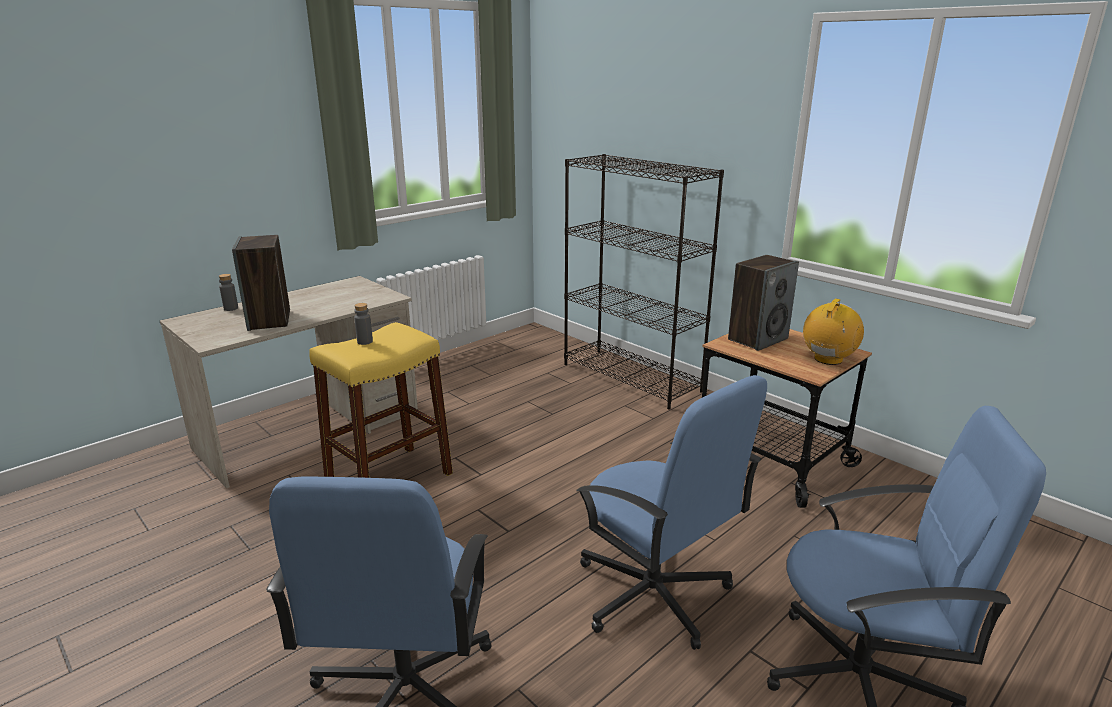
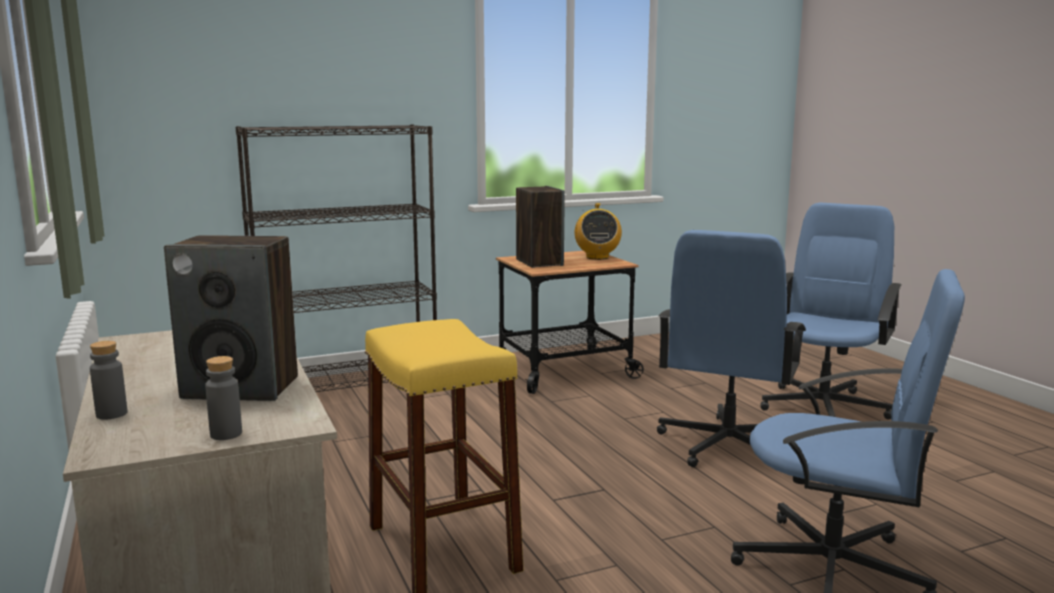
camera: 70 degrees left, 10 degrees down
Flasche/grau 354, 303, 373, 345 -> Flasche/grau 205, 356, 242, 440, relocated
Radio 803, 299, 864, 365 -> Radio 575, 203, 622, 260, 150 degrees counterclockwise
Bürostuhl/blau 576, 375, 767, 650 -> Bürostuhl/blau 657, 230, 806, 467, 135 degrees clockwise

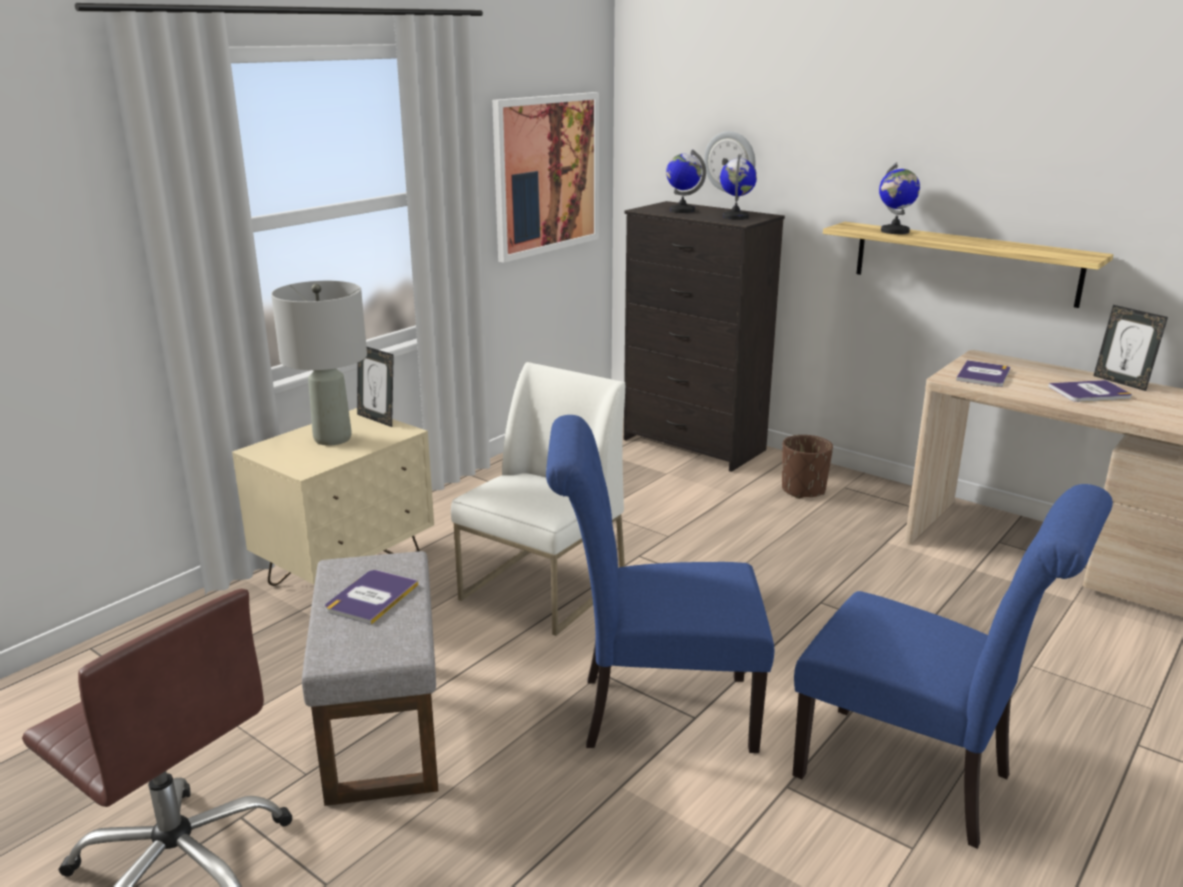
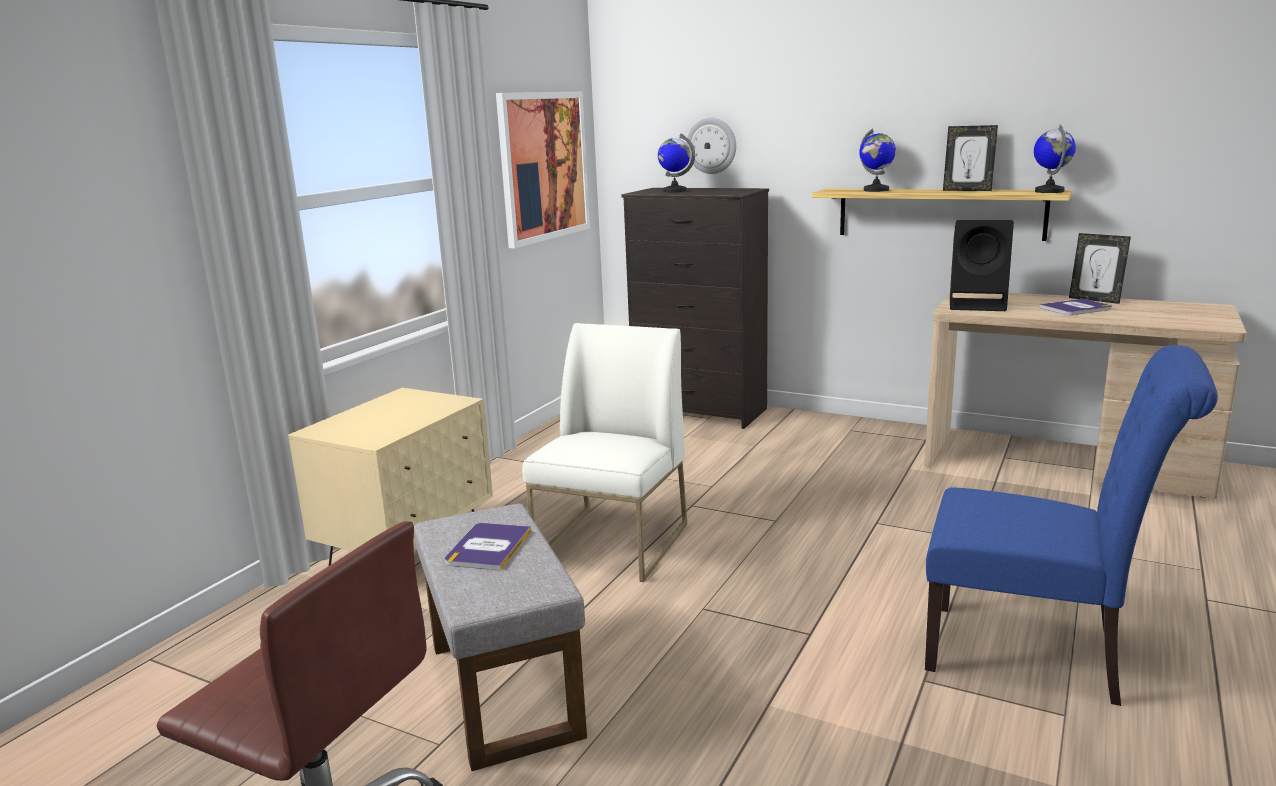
camera: 10 degrees left, 5 degrees down
Bilderrahmen 357, 346, 394, 427 -> Bilderrahmen 943, 125, 998, 191, relocated
Buch 956, 360, 1010, 387 -> Lautsprecher/schwarz 950, 220, 1014, 311
Globus 720, 154, 757, 220 -> Globus 1034, 125, 1076, 193, relocated
Tischlampe/grau 271, 281, 367, 446 -> none
Stuhl/blau 546, 415, 774, 753 -> none
Pflanzkübel/braun 782, 435, 833, 499 -> none

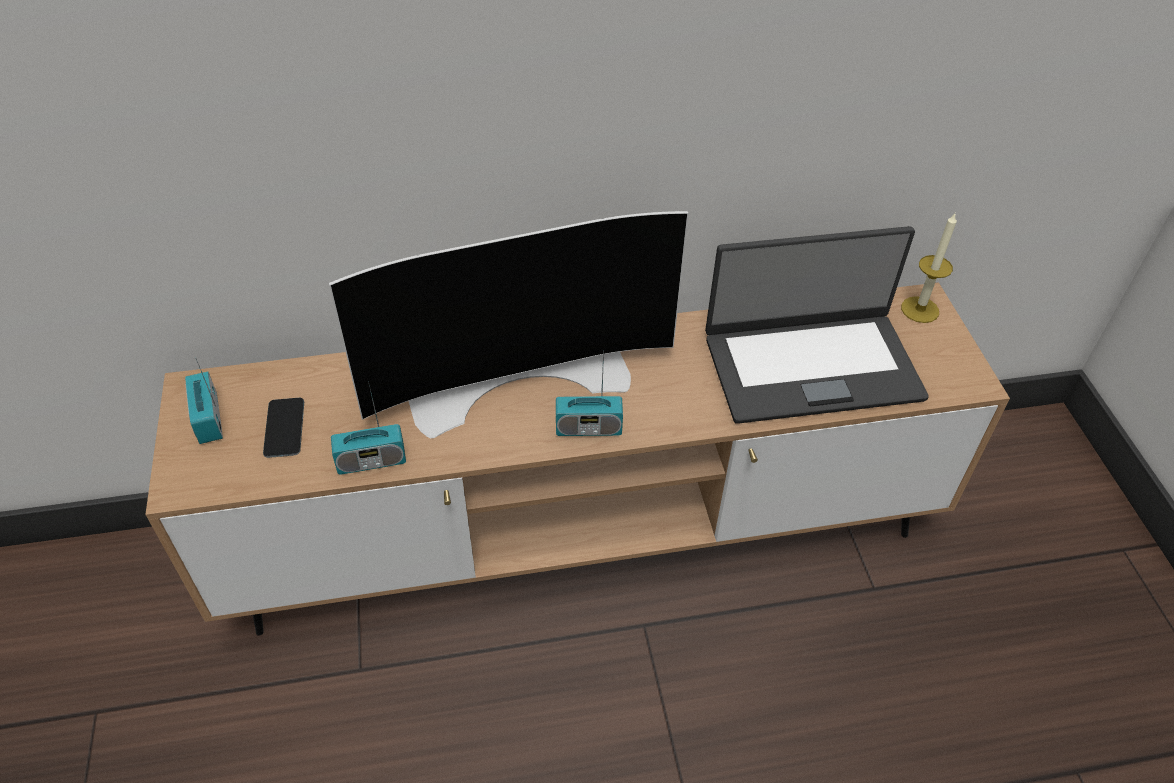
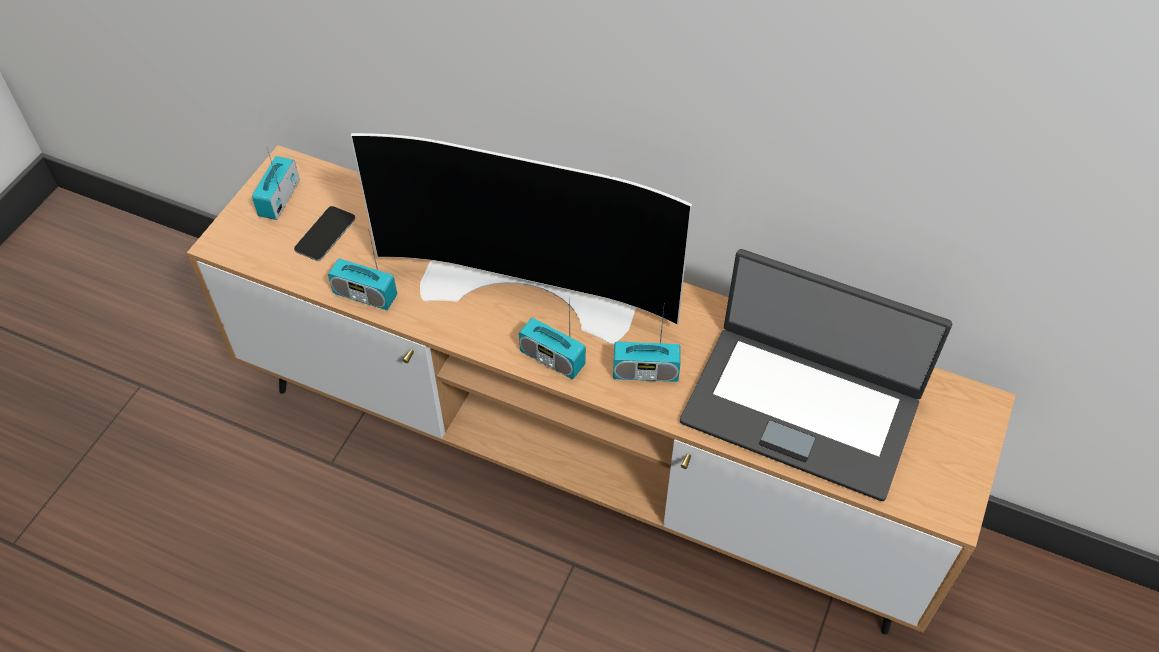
camera: 35 degrees right, 5 degrees up
none -> Radio 613, 308, 680, 382
Kerze 901, 214, 957, 323 -> none

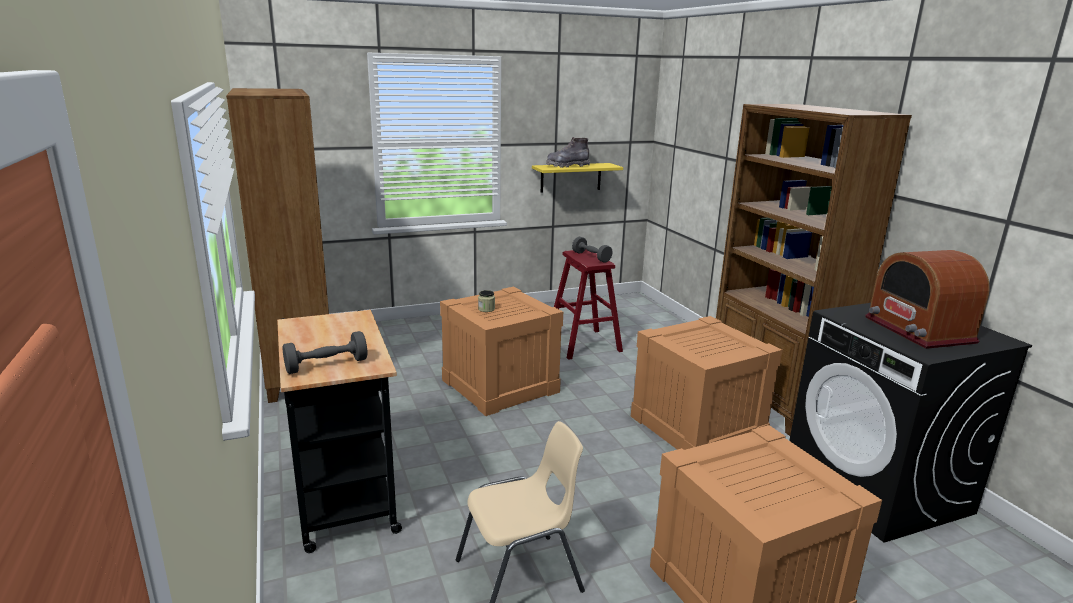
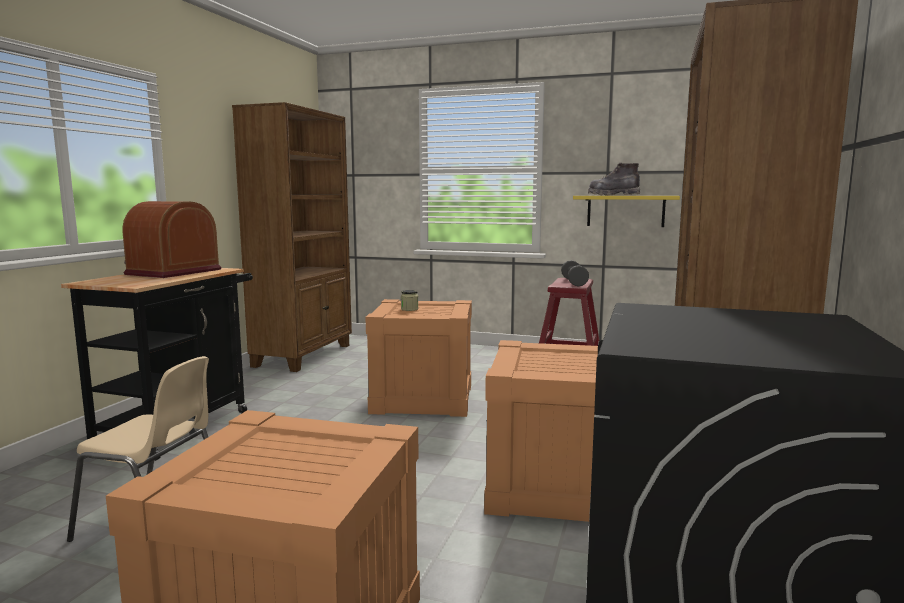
camera: 40 degrees right, 10 degrees down
Radio 865, 250, 990, 349 -> Radio 123, 201, 222, 278, relocated
Hantel/grau 283, 331, 367, 374 -> none

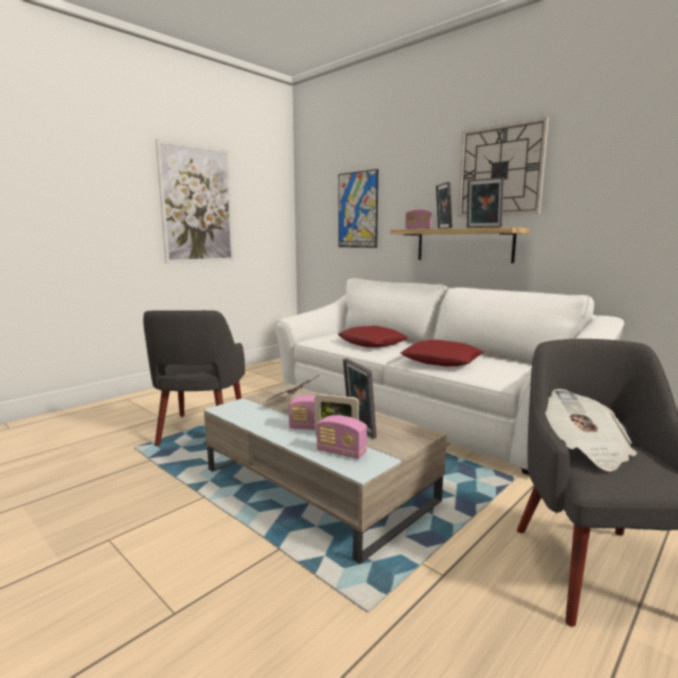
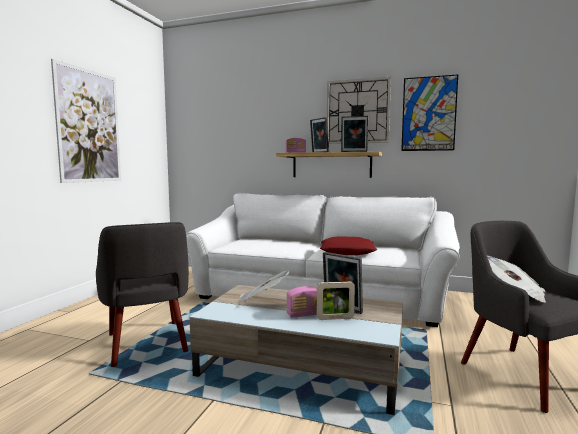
camera: 25 degrees left, 5 degrees down
Bild 338, 169, 378, 248 -> Bild 401, 74, 458, 151, relocated
Radio 317, 415, 367, 459 -> none
Kissen/rot 338, 326, 408, 347 -> none

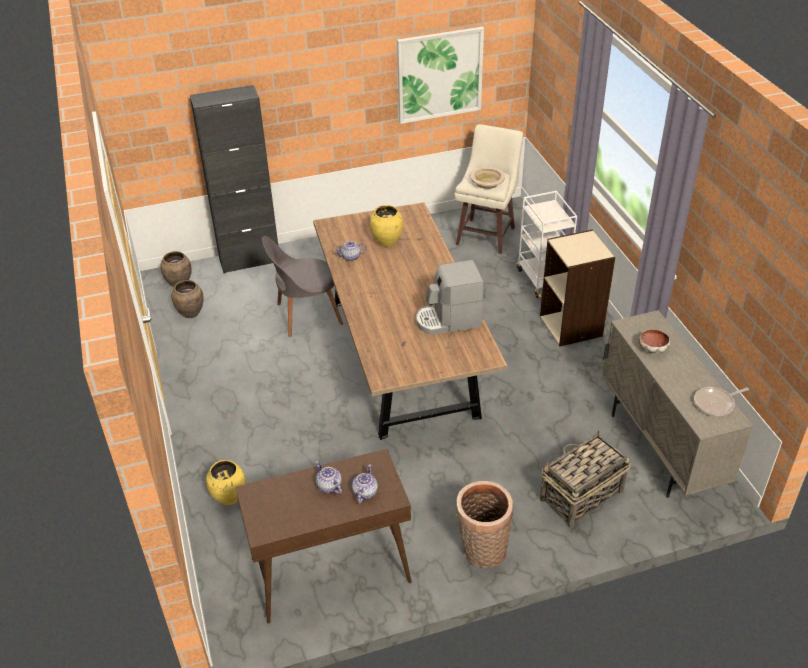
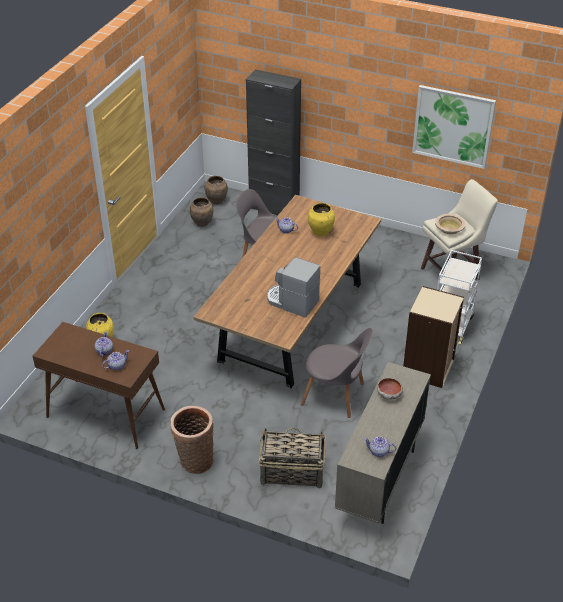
camera: 40 degrees right, 0 degrees up
none -> Stuhl/grau 301, 328, 373, 418
Pfanne 694, 387, 749, 416 -> Teekanne 364, 436, 396, 457

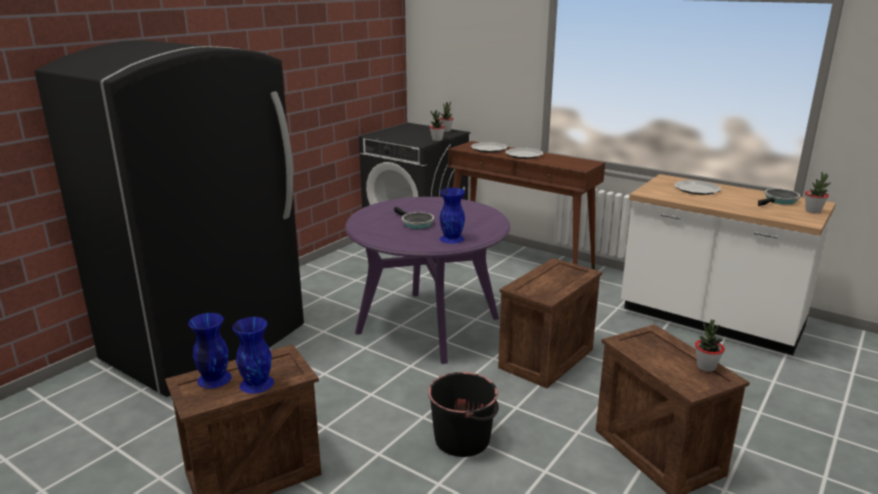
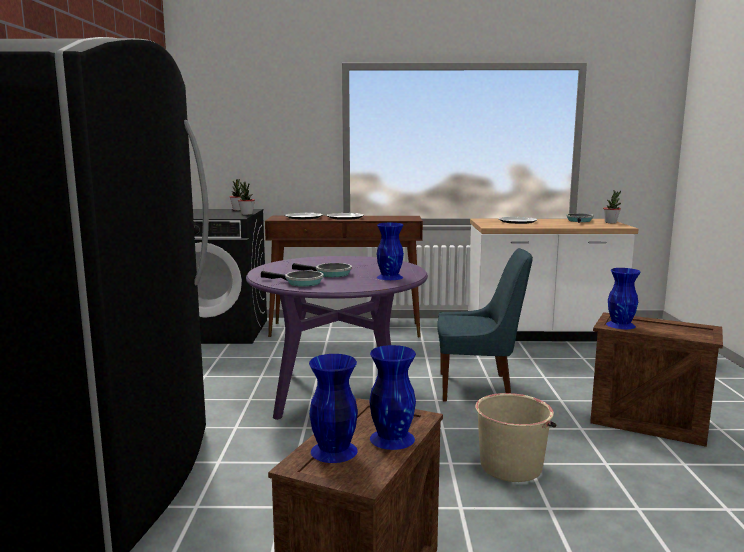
camera: 35 degrees left, 10 degrees down
none -> Pfanne 261, 271, 324, 287
Kiste 498, 258, 602, 388 -> Stuhl/blau 437, 248, 533, 402
Eimer/schwarz 428, 372, 499, 457 -> Eimer/beige 475, 393, 556, 482
none -> Vase/blau 606, 268, 641, 329
Topfpflanze 695, 320, 725, 372 -> none

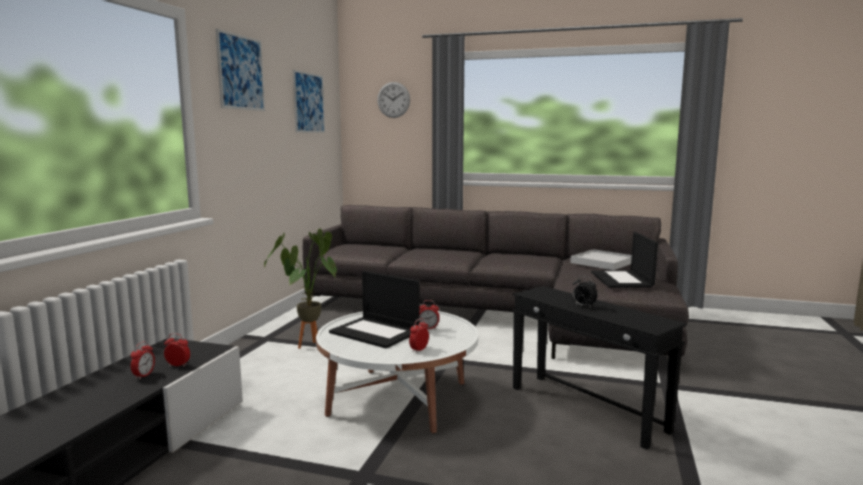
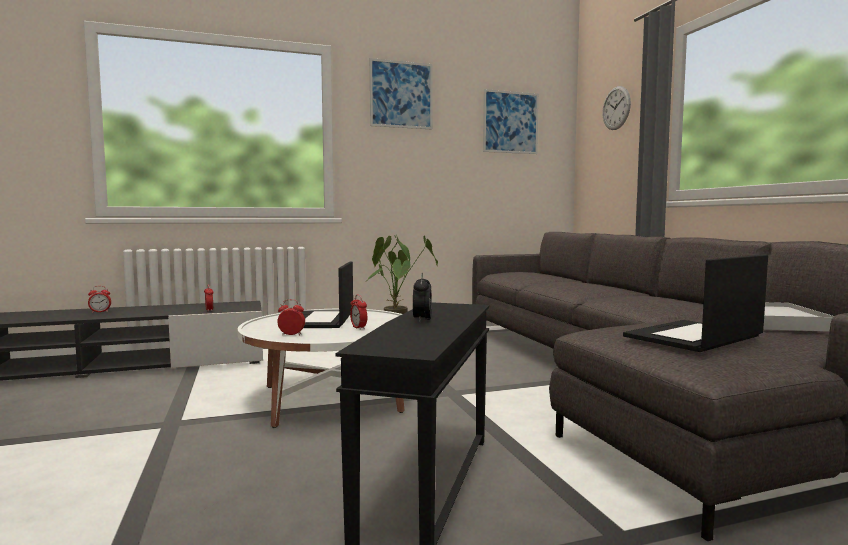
camera: 55 degrees right, 5 degrees down
Wecker 131, 341, 155, 380 -> Wecker 88, 286, 111, 313, relocated

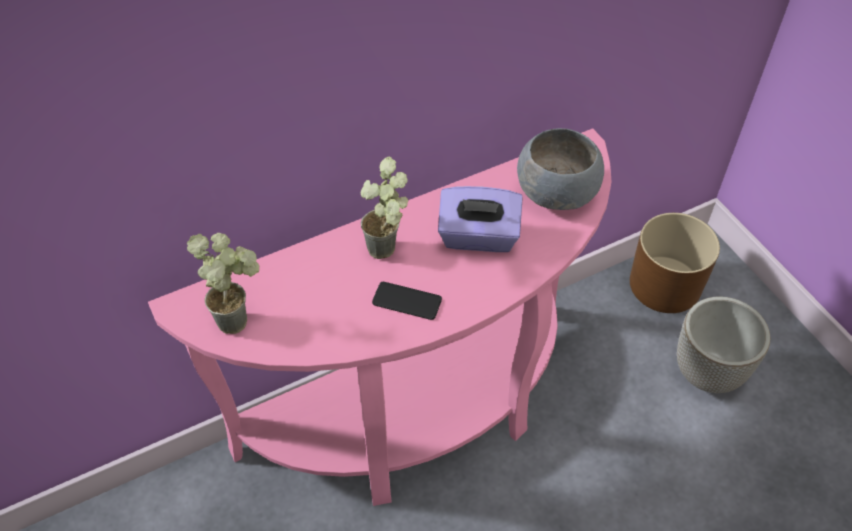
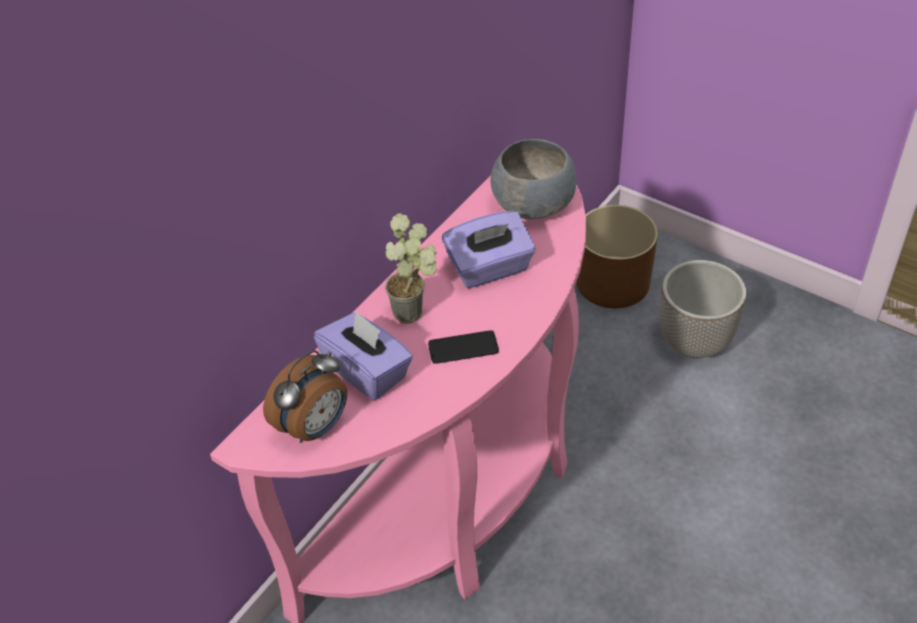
camera: 25 degrees left, 5 degrees down
Topfpflanze 187, 233, 260, 334 -> Wecker 263, 350, 347, 443
none -> Taschentuchbox/lila 314, 311, 413, 400

